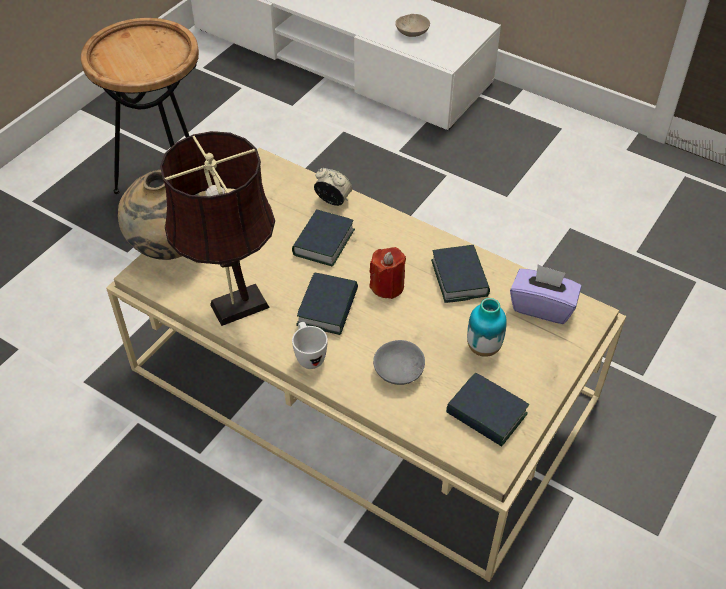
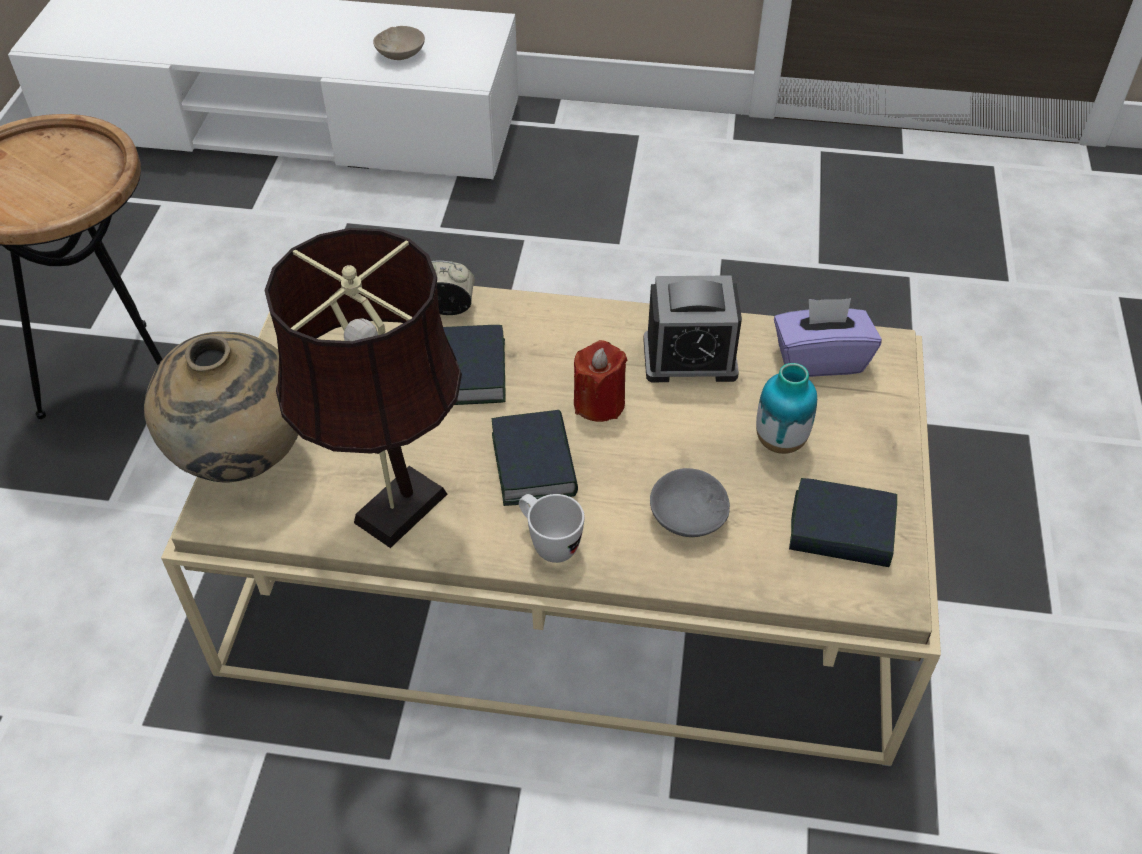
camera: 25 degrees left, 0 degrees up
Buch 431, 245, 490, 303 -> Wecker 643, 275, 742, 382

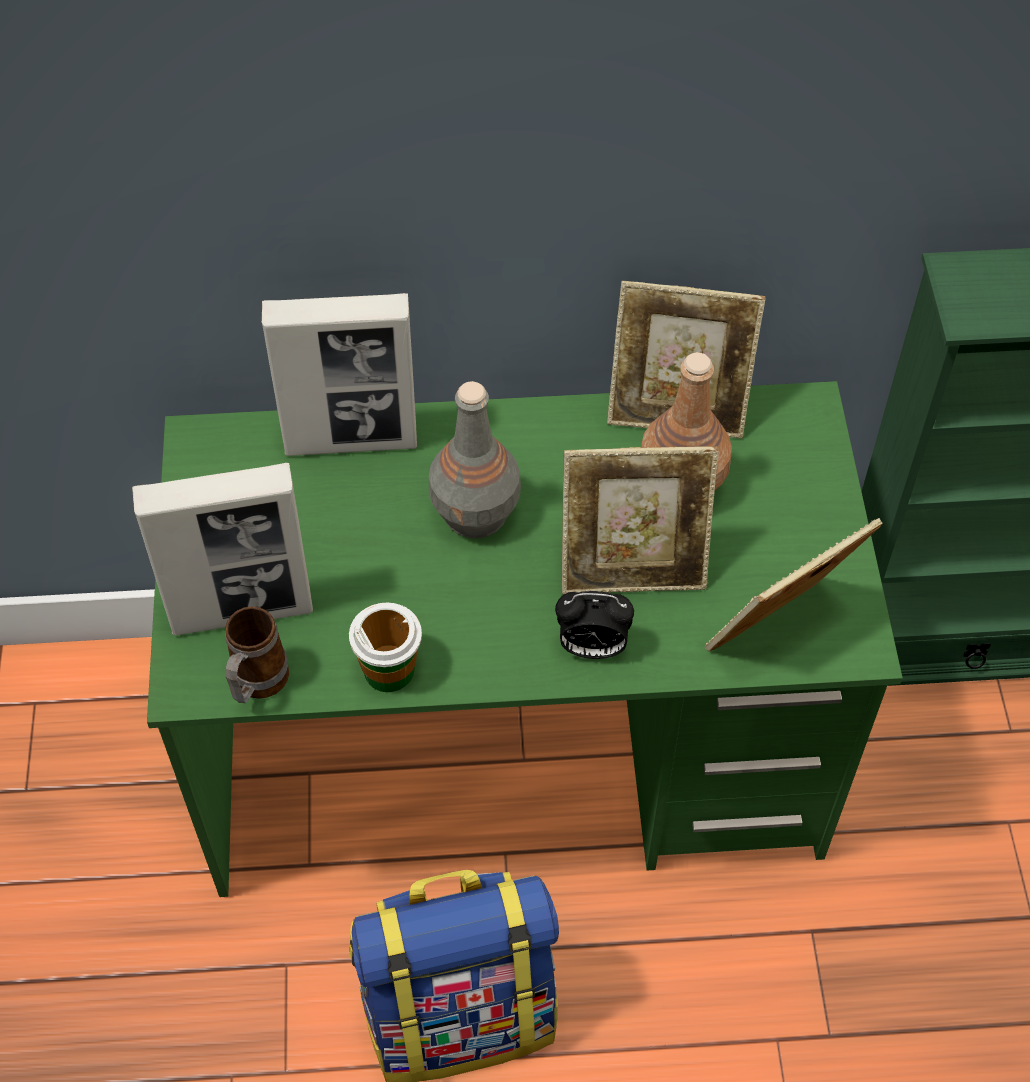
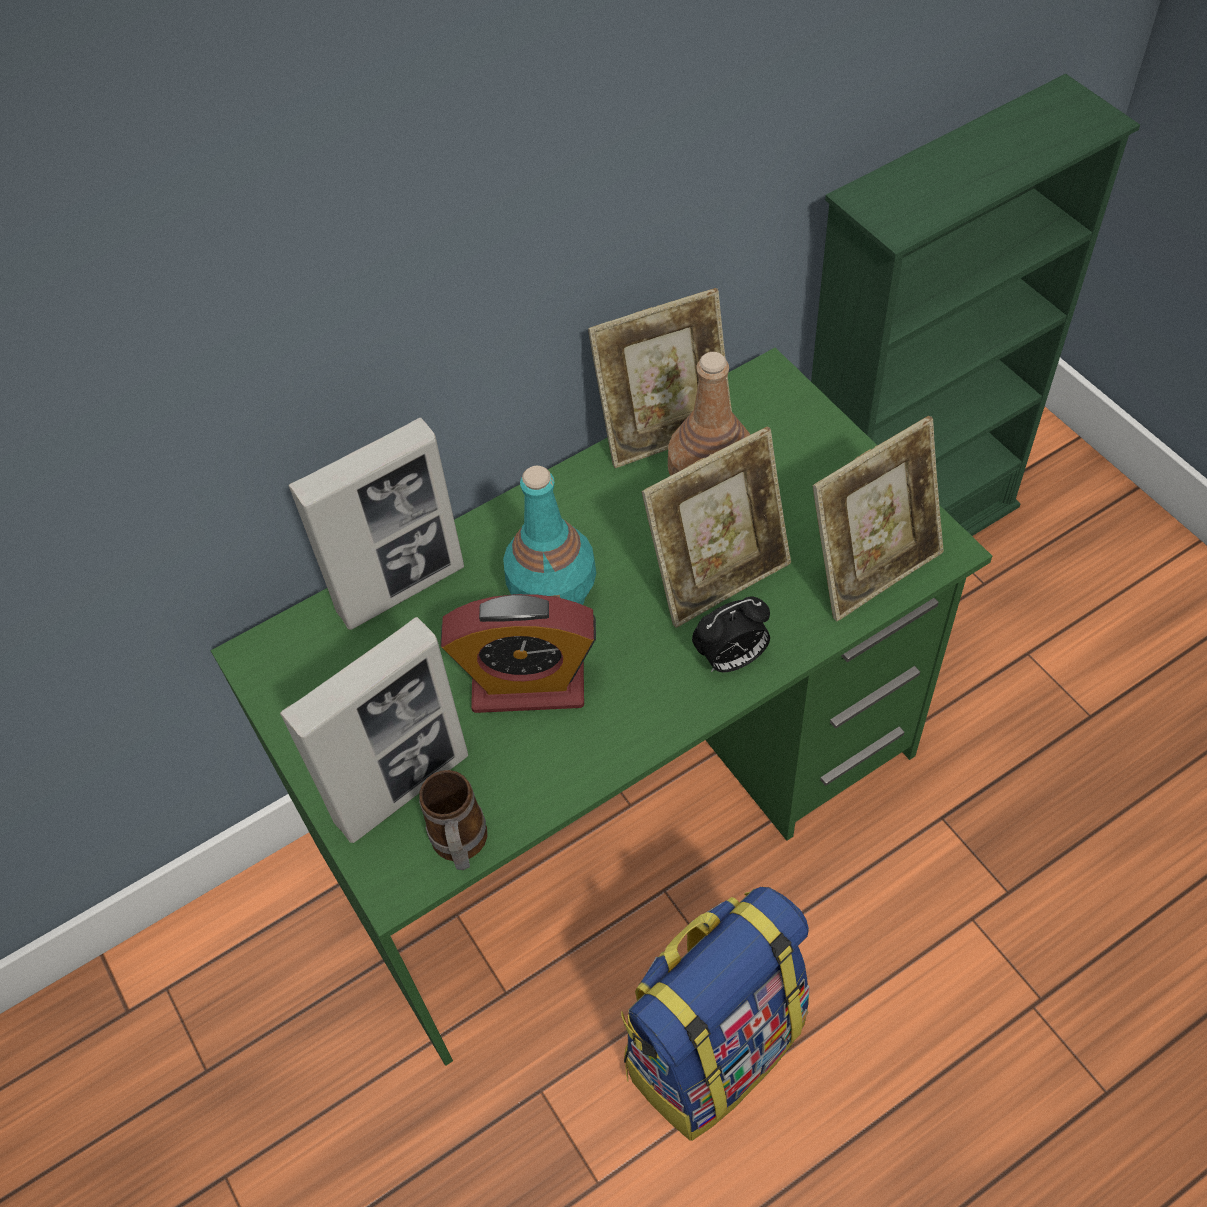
camera: 25 degrees left, 0 degrees up
none -> Wecker 441, 594, 596, 713
Flasche/grau 429, 381, 521, 538 -> Flasche/türkis 503, 466, 596, 605
Bilderrahmen 705, 518, 883, 652 -> Bilderrahmen 812, 416, 944, 621, 150 degrees counterclockwise
Tasse 349, 603, 422, 692 -> none

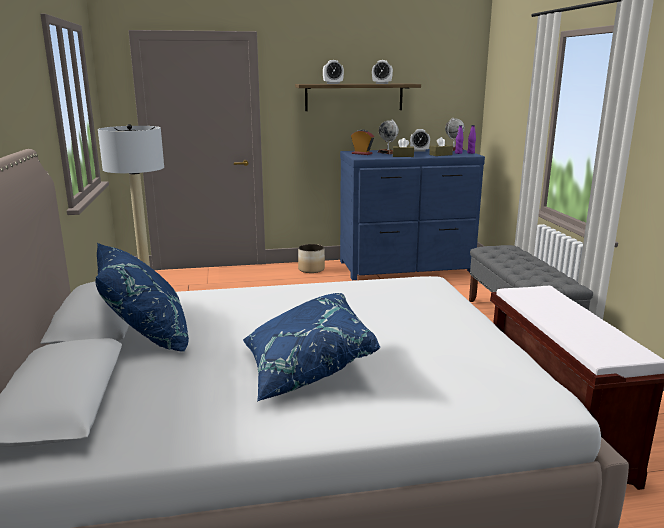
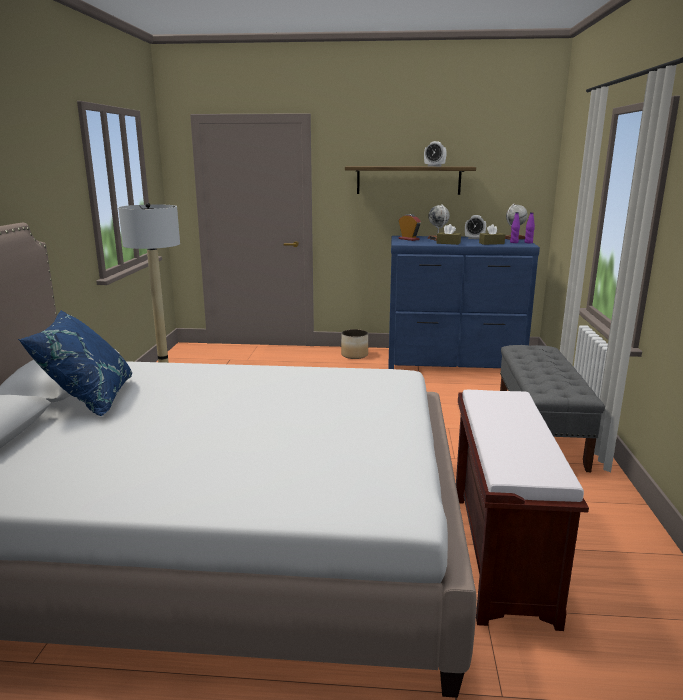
camera: 15 degrees right, 0 degrees up
Kissen/blau 243, 293, 380, 402 -> none
Wecker 323, 60, 344, 84 -> none

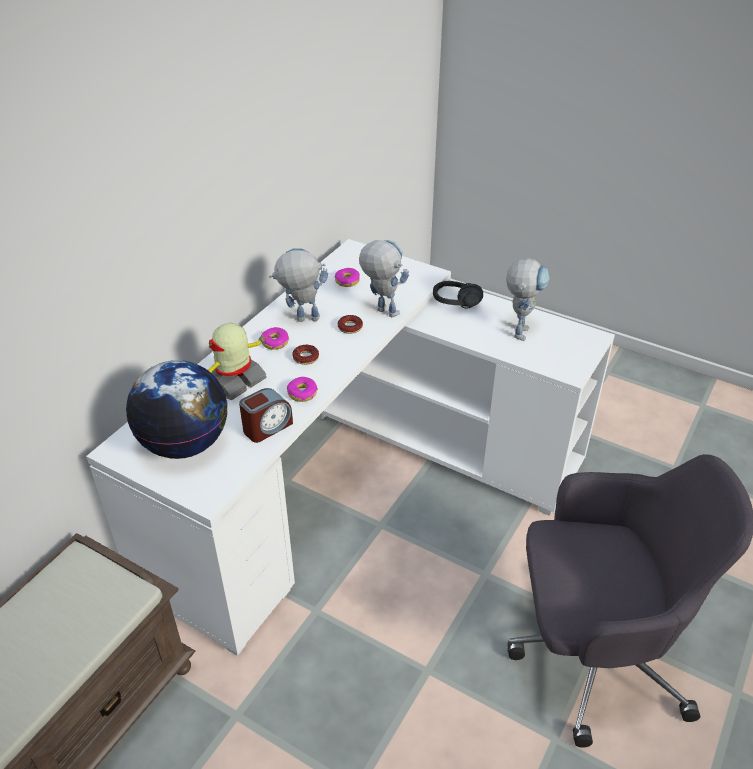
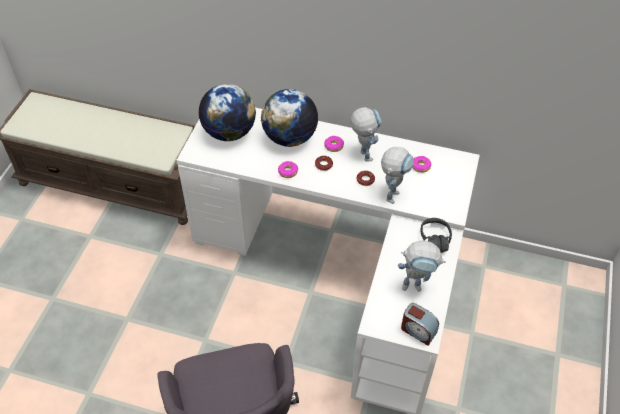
camera: 75 degrees right, 10 degrees up
Spielzeugroboter 208, 323, 269, 400 -> Globus 261, 89, 318, 147
Wecker 239, 388, 293, 443 -> Wecker 401, 303, 439, 346, relocated

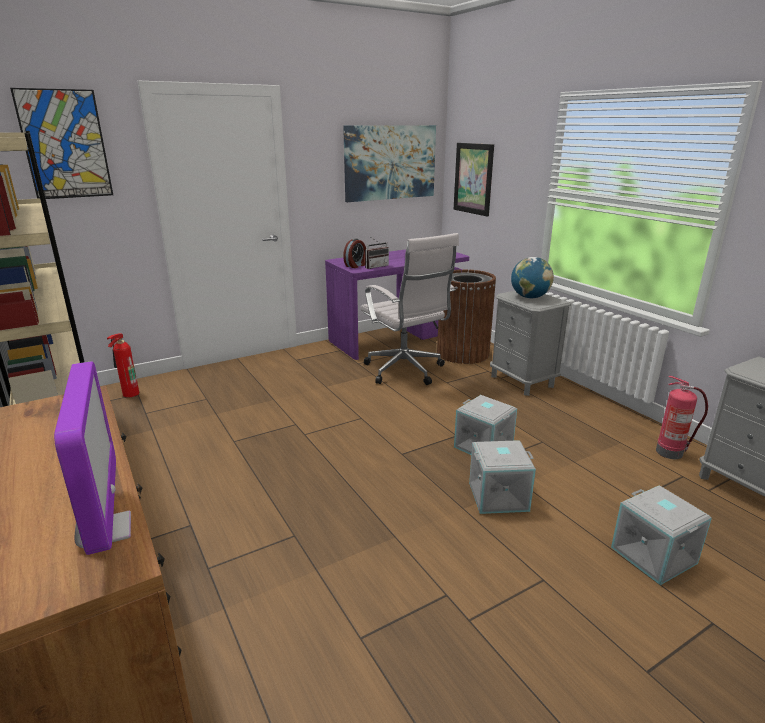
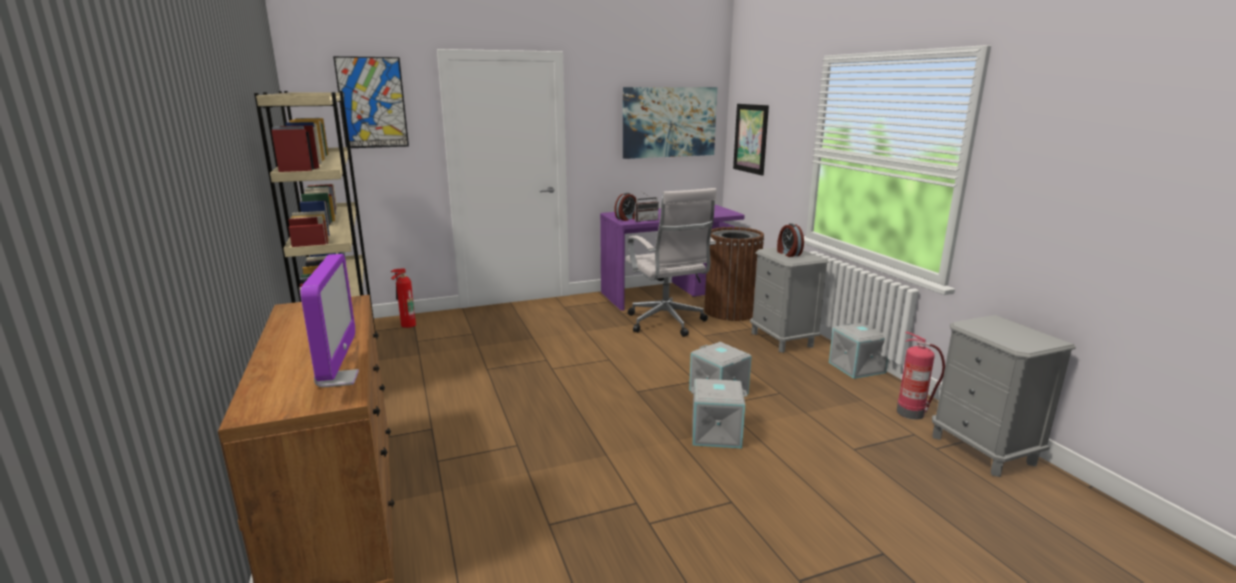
camera: 10 degrees right, 5 degrees down
Globus 511, 257, 554, 298 -> Wecker 777, 223, 804, 257
Aufbewahrungsbox/grau 611, 485, 712, 585 -> Aufbewahrungsbox/grau 829, 323, 888, 379, relocated

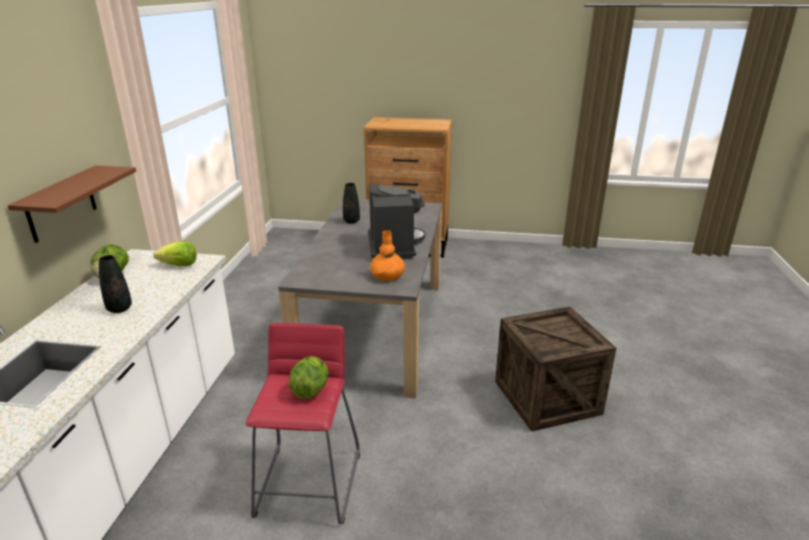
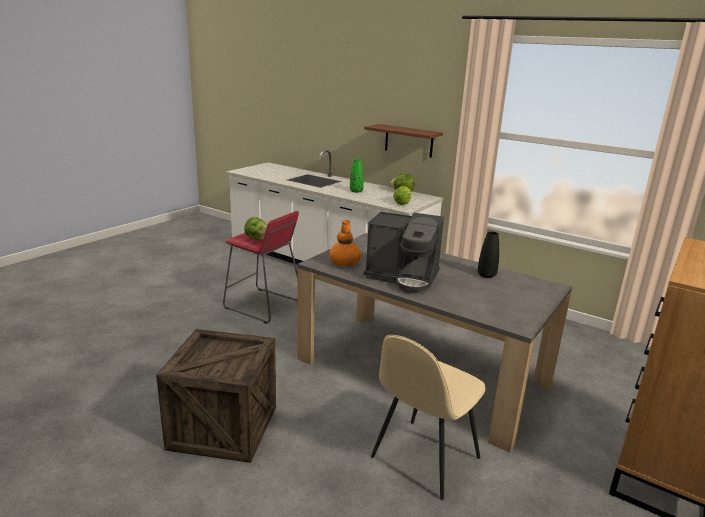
camera: 115 degrees right, 5 degrees down
Vase/schwarz 99, 255, 132, 313 -> Vase/grün 350, 159, 364, 193
none -> Stuhl/beige 371, 335, 485, 500

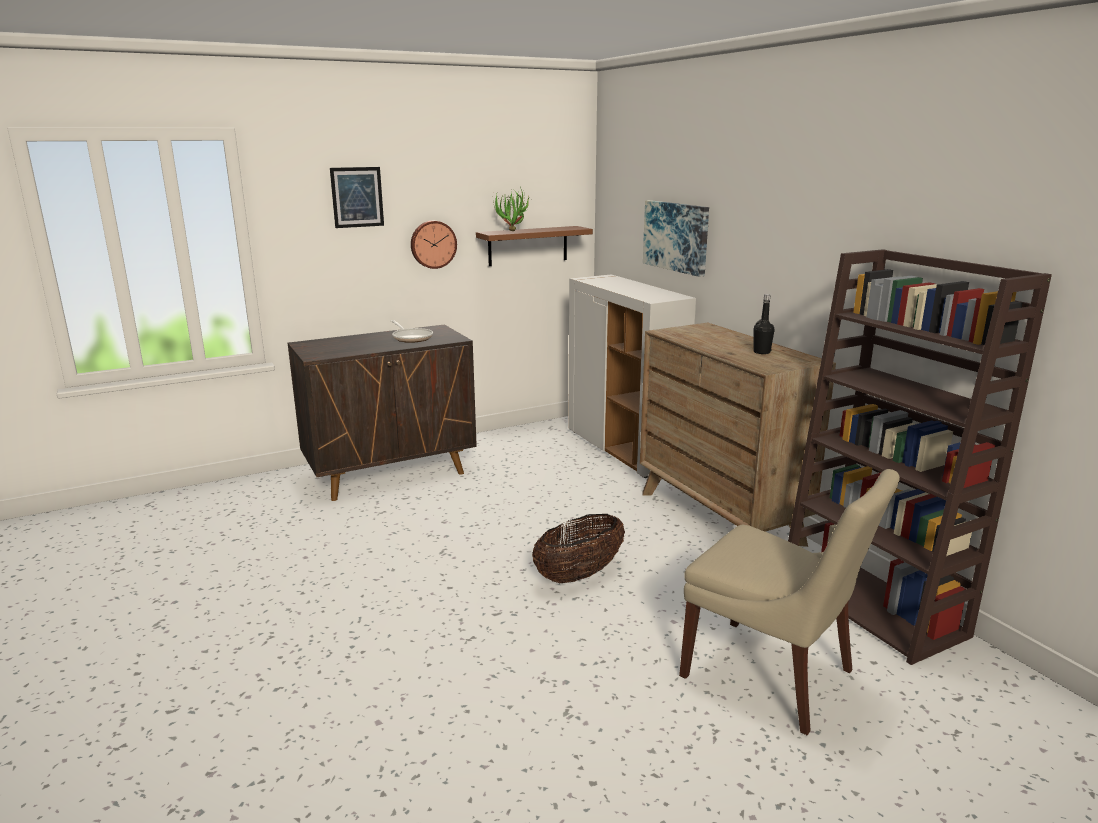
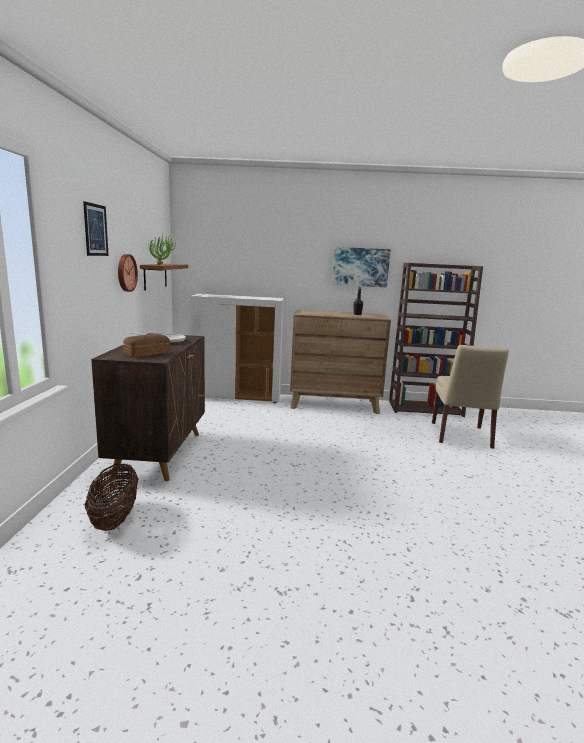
camera: 60 degrees left, 5 degrees down
Korb 532, 514, 625, 583 -> Korb 85, 463, 138, 531, relocated
none -> Brot 123, 334, 171, 357
Bild 643, 200, 709, 277 -> Bild 332, 247, 391, 287, relocated
Stuhl/beige 679, 469, 900, 735 -> Stuhl/beige 432, 345, 509, 449, 120 degrees clockwise

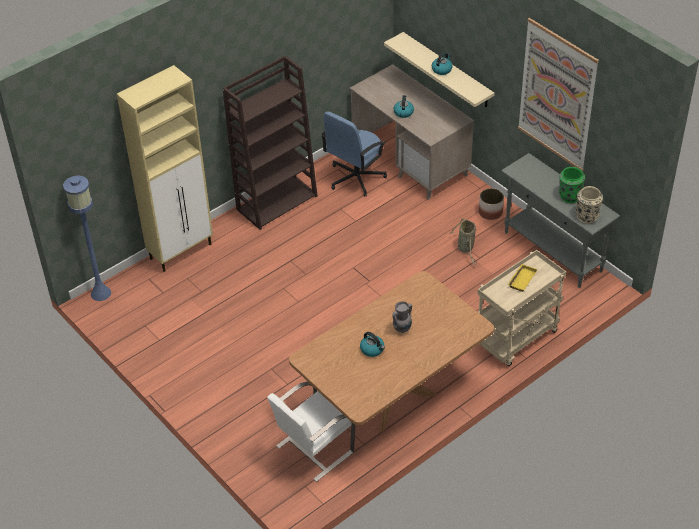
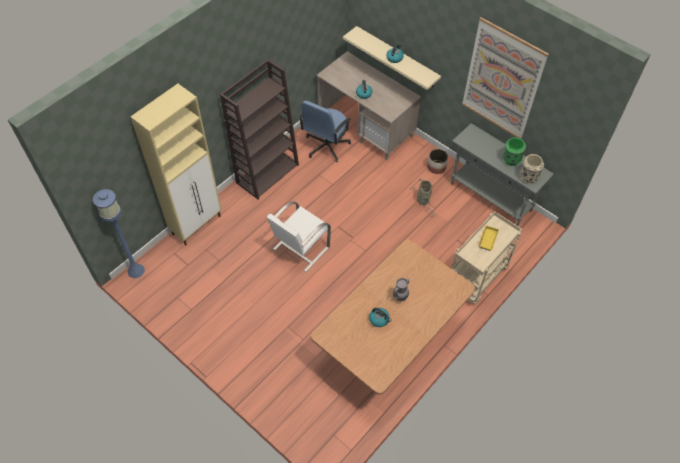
camera: 10 degrees left, 10 degrees up
Stuhl/weiß 267, 382, 355, 482 -> Stuhl/weiß 267, 201, 331, 272, relocated

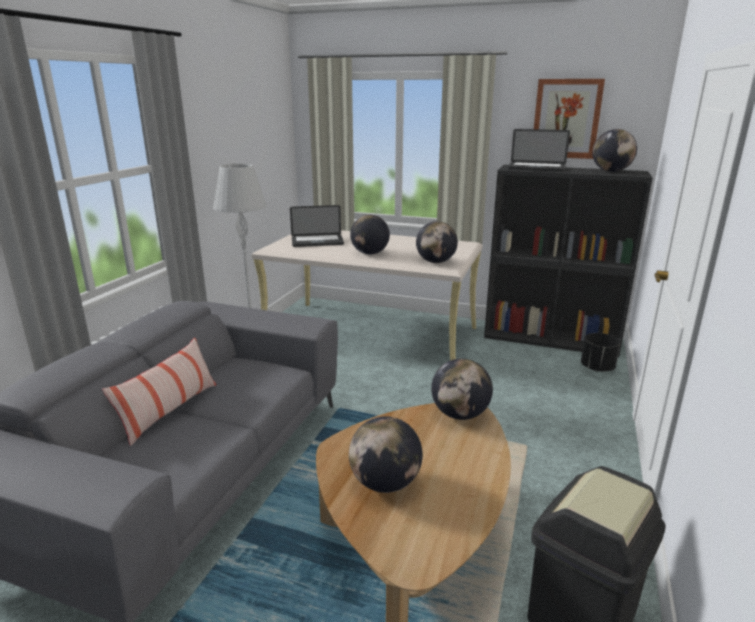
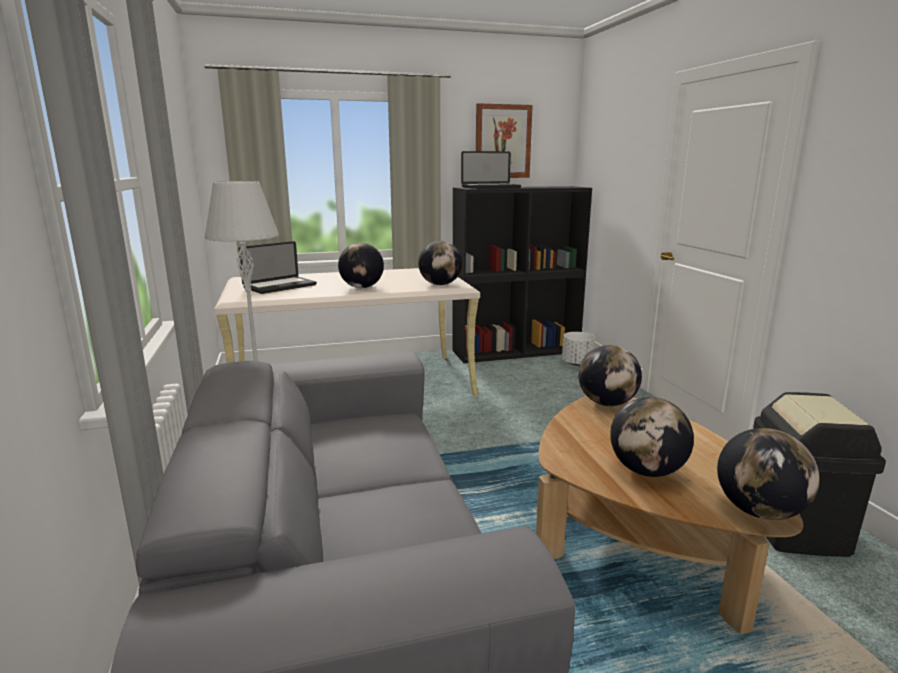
camera: 35 degrees left, 5 degrees down
Pflanzkübel/schwarz 581, 333, 620, 372 -> Pflanzkübel/weiß 562, 332, 595, 366
Globus 592, 129, 637, 172 -> Globus 717, 428, 820, 520, relocated
Kissen 102, 338, 216, 446 -> none

